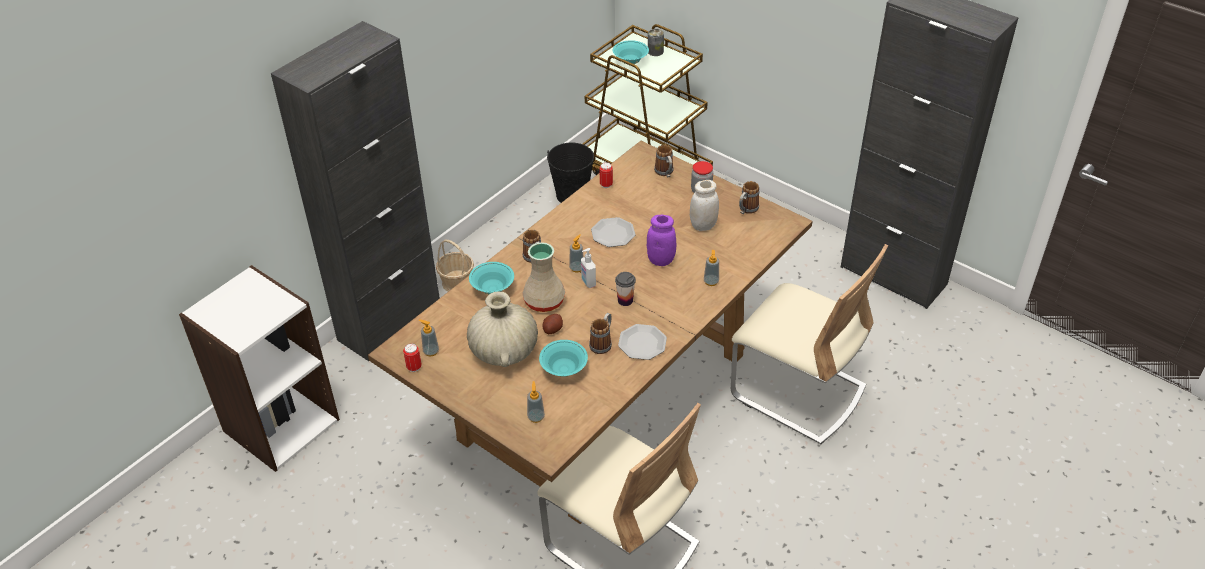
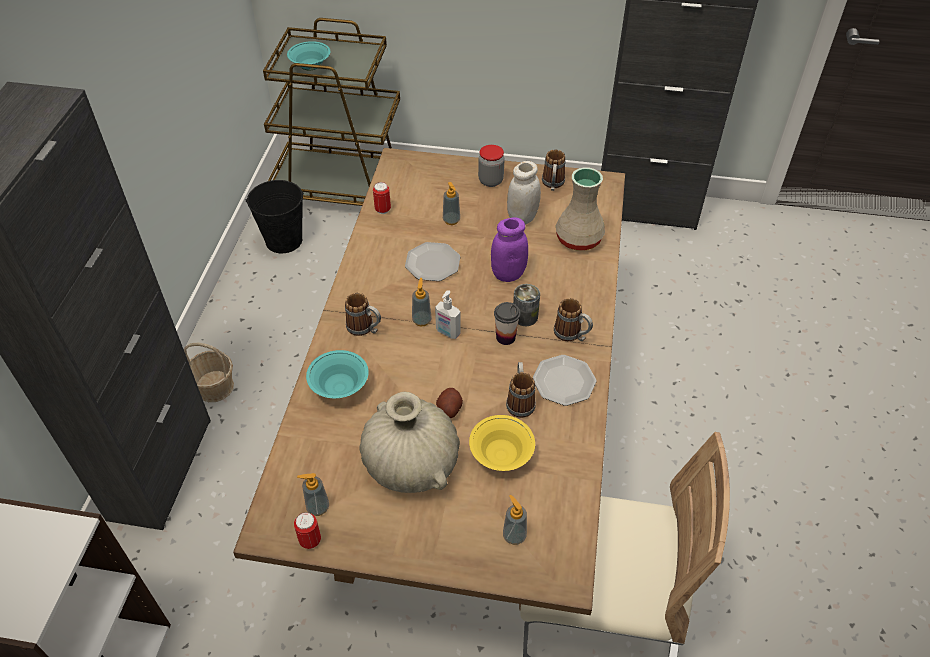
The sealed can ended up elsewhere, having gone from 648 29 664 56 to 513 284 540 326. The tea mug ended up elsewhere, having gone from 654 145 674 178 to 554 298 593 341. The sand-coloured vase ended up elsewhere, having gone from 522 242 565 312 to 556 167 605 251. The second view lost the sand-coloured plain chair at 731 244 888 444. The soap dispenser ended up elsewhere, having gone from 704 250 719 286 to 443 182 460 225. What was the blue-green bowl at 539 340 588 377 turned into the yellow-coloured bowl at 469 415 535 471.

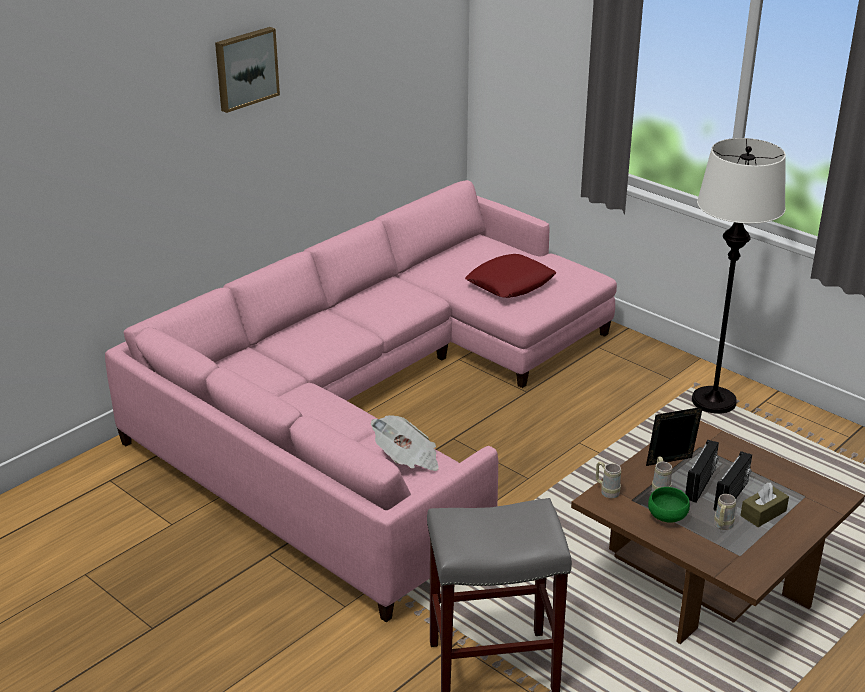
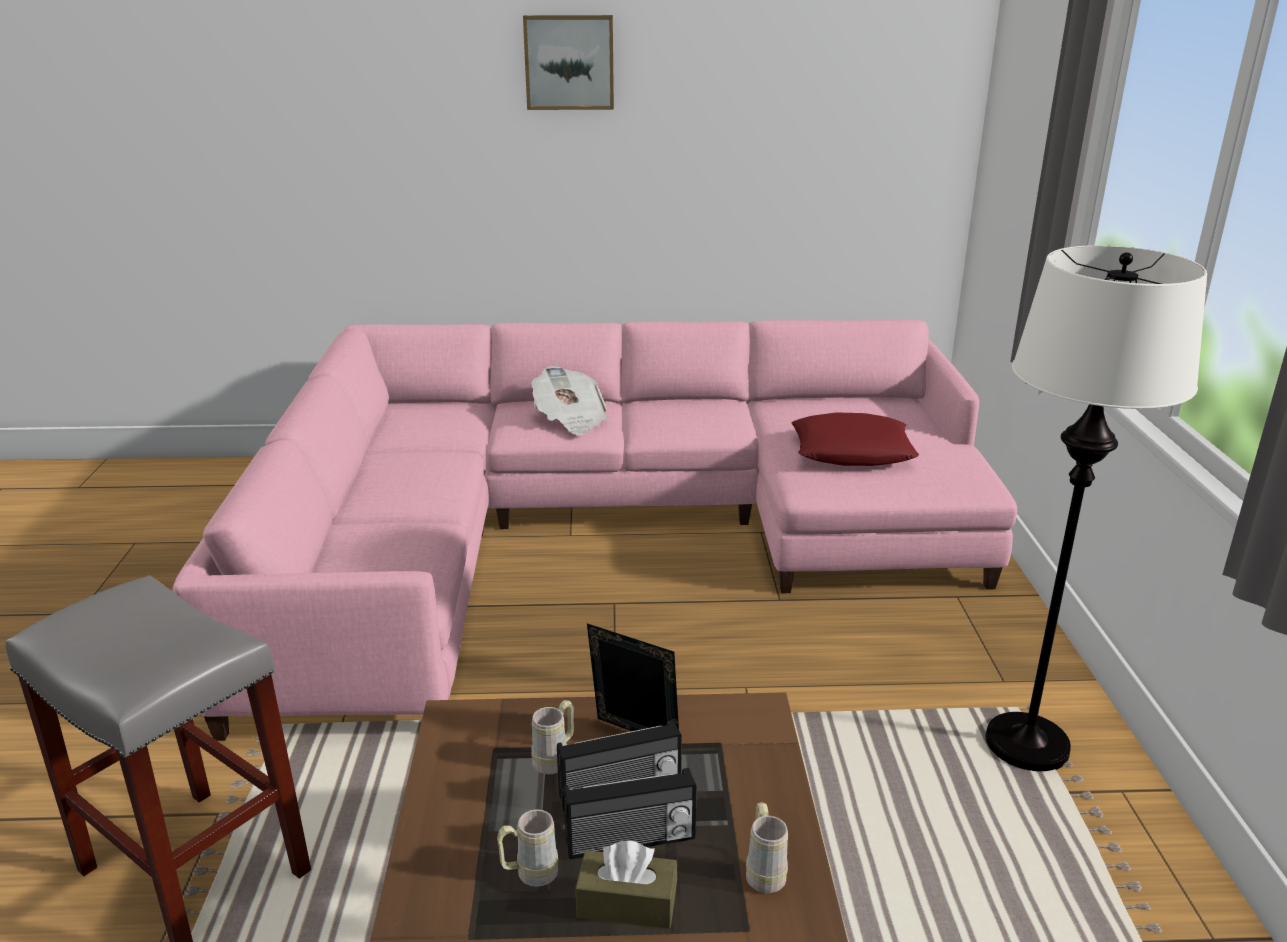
The printed paper ended up elsewhere, having gone from 371 415 439 471 to 531 366 609 436. The sand-coloured tea mug ended up elsewhere, having gone from 596 461 621 498 to 746 802 788 893. The second view lost the green-coloured bowl at 648 487 690 523.

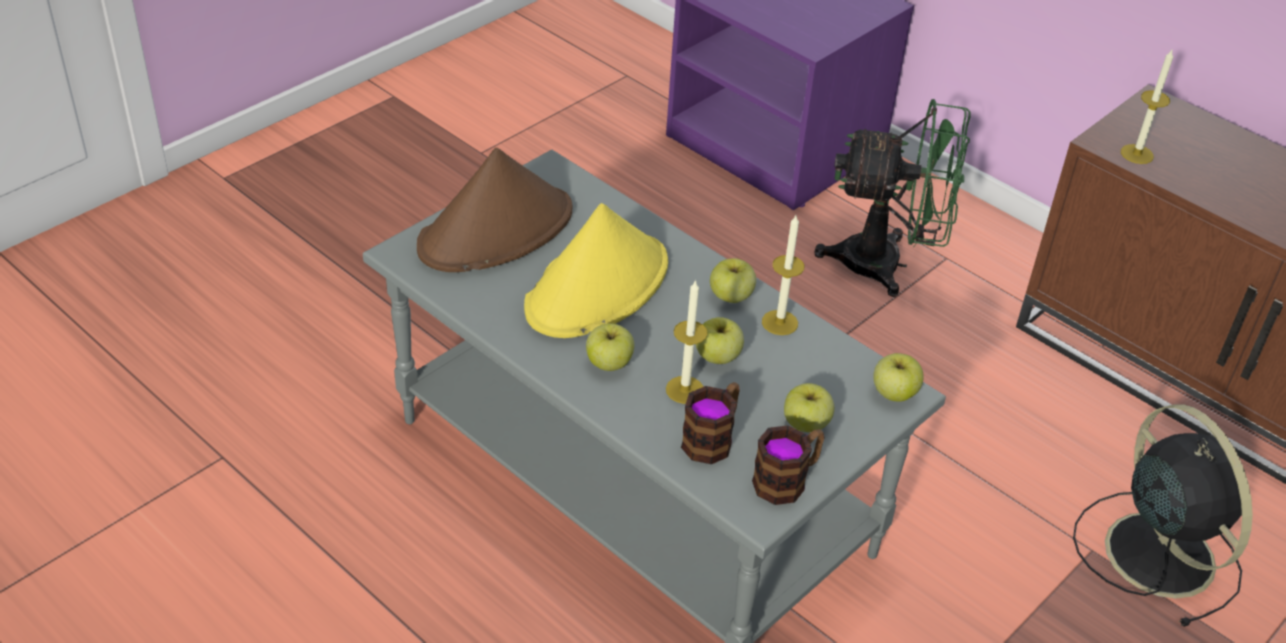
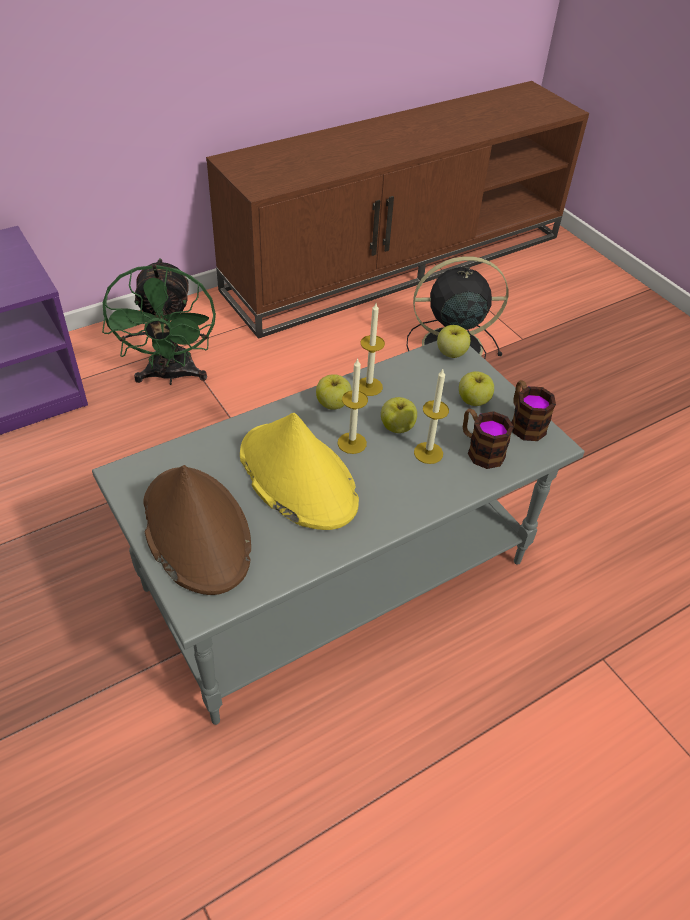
The wax light ended up elsewhere, having gone from 1121 50 1173 164 to 338 359 368 454. The green-coloured electric fan at 814 99 971 297 ended up facing another way, 150 degrees clockwise from before. The second view lost the apple at 586 323 634 371.

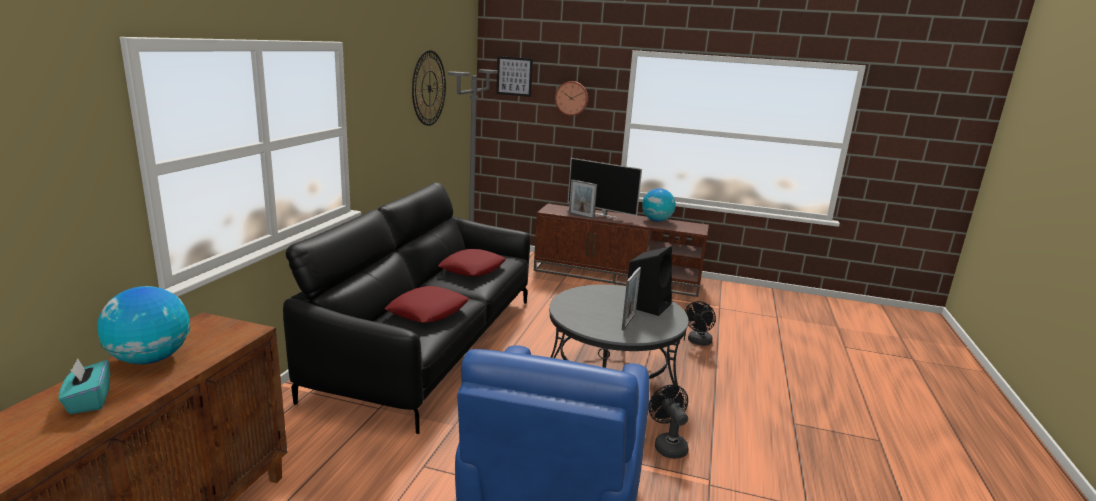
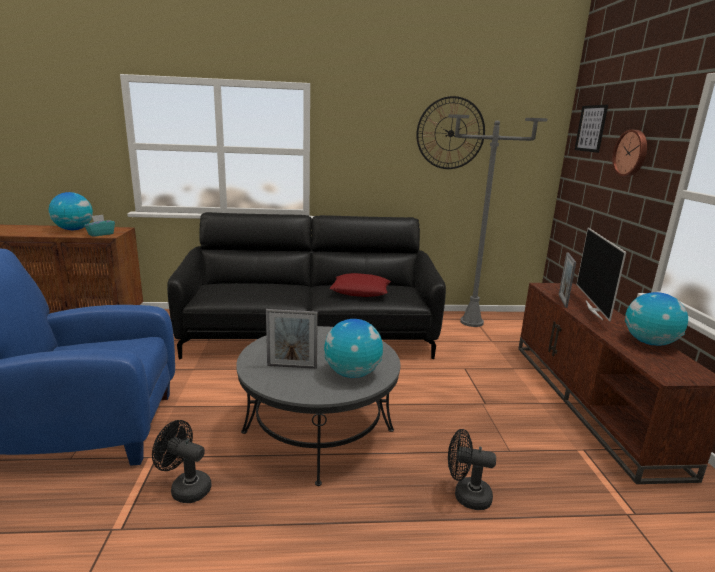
Where the black loudspeaker stood at 628 246 672 316, the globe came to stand at 324 319 383 378. The second view lost the red-coloured throw pillow at 384 286 469 323. The blue-green box of tissues ended up elsewhere, having gone from 59 359 110 414 to 84 215 115 237. The black electric fan at 649 385 689 459 ended up facing another way, 120 degrees counterclockwise from before.

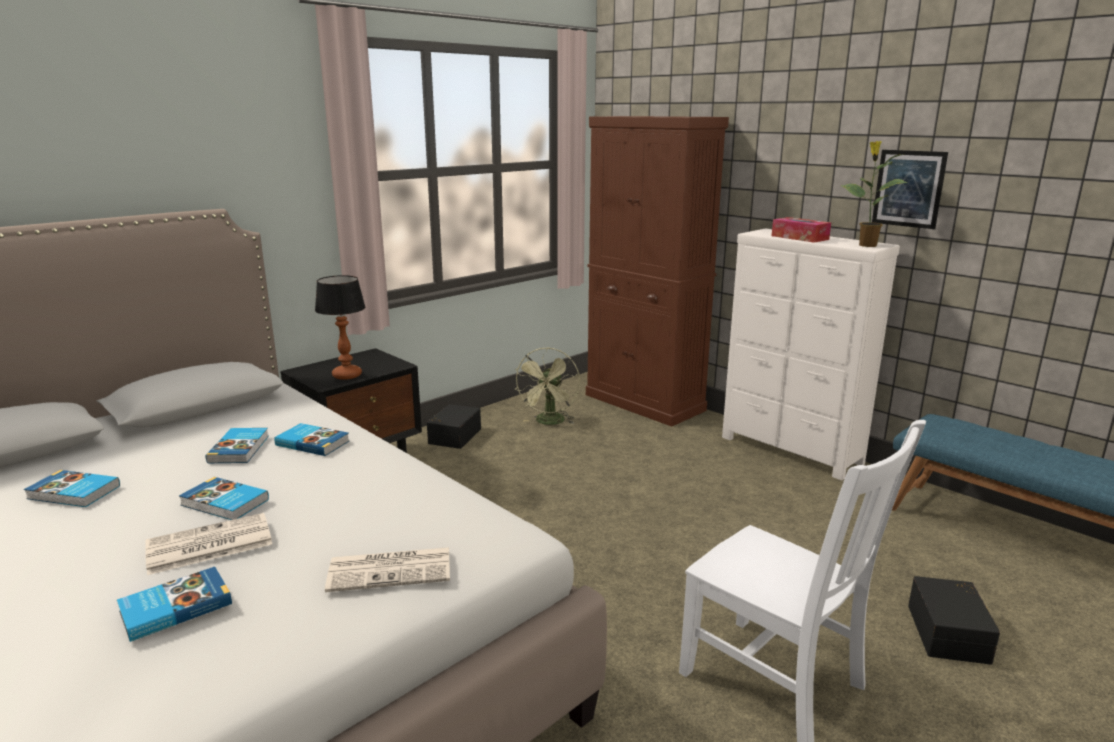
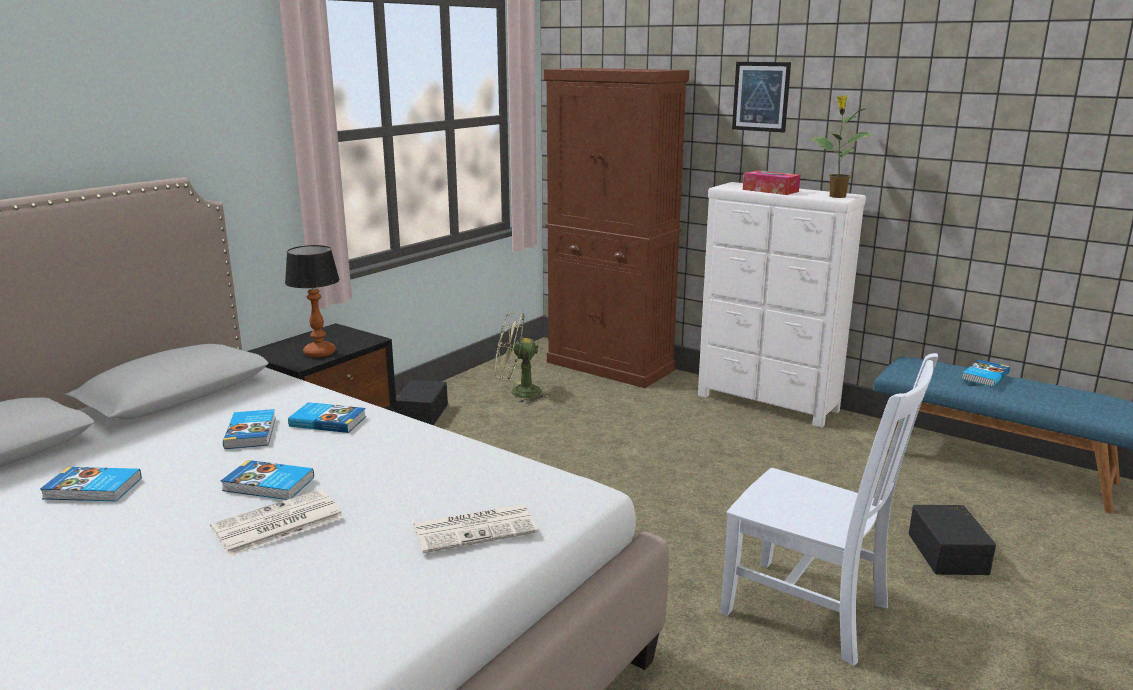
The wall art ended up elsewhere, having gone from 872 150 948 229 to 732 62 791 133. The green-coloured electric fan at 515 347 580 425 ended up facing another way, 90 degrees clockwise from before. The volume ended up elsewhere, having gone from 117 567 232 642 to 962 360 1010 387.

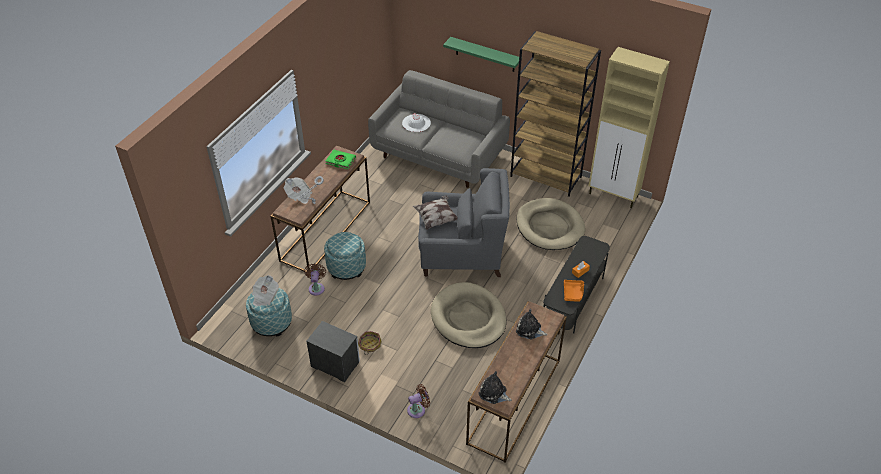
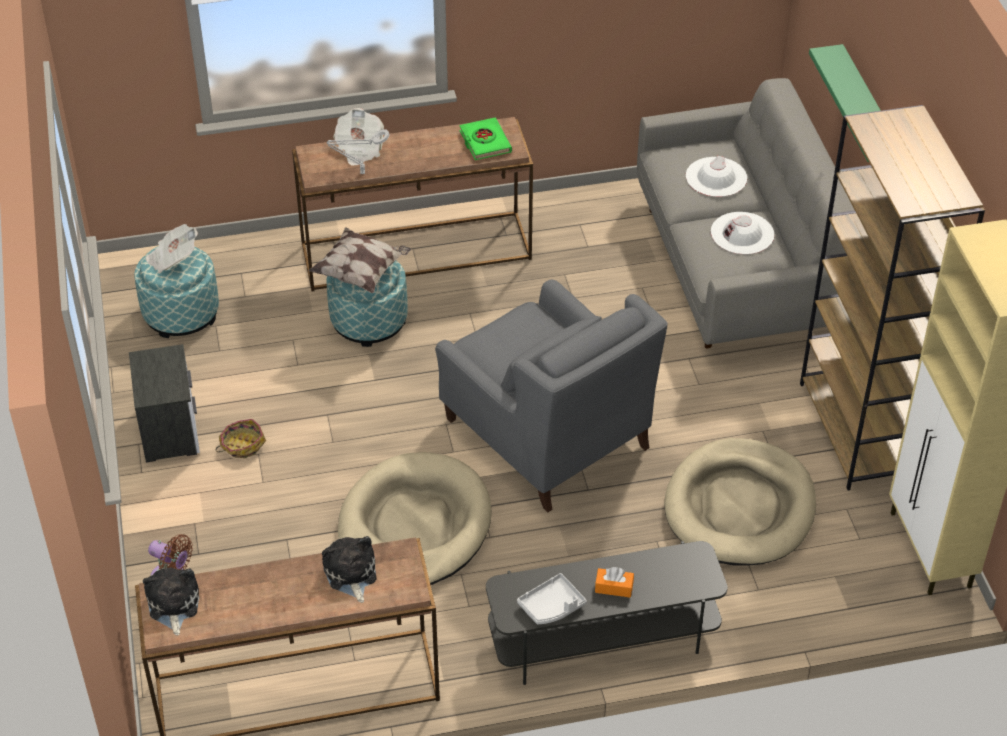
The throw pillow ended up elsewhere, having gone from 413 195 458 230 to 309 227 411 293. The second view lost the brown electric fan at 304 263 326 296. What was the orange serving tray at 564 280 584 302 turned into the gray serving tray at 517 573 587 624. The second view gained the white wearable hat at 711 212 774 254.

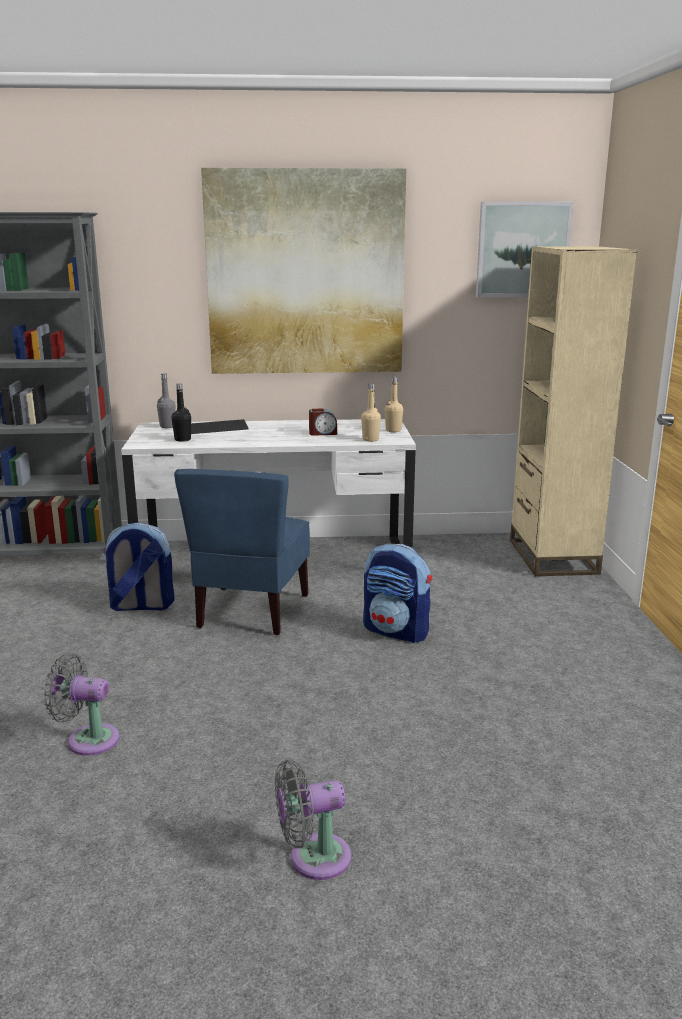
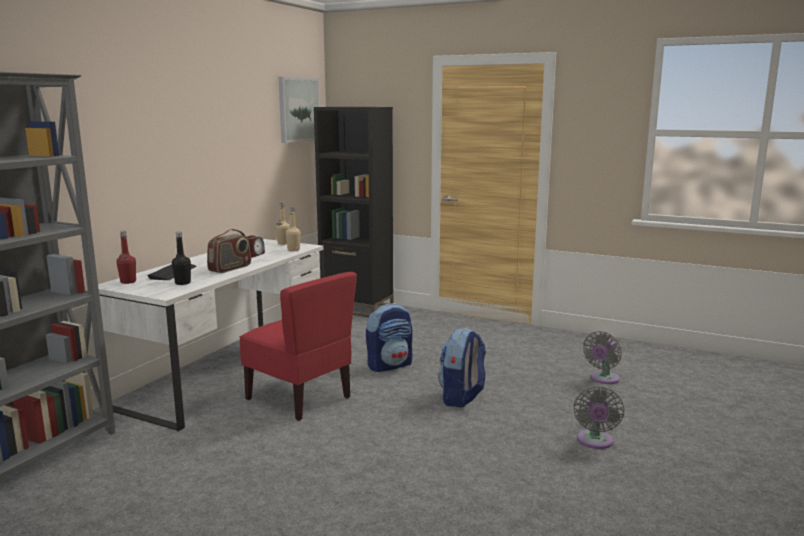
The second view lost the wall art at 201 168 406 374. What was the sand-coloured bookcase at 510 246 637 576 turned into the black bookcase at 314 107 394 317. What was the gray beverage bottle at 157 373 176 428 turned into the red-coloured beverage bottle at 116 231 136 284. What was the blue-coloured plain chair at 174 469 310 635 turned into the red-coloured plain chair at 239 272 357 421. The rucksack ended up elsewhere, having gone from 102 522 175 611 to 438 328 486 407. The gray electric fan ended up elsewhere, having gone from 44 653 119 756 to 583 331 622 384. The second view gained the radio receiver at 207 229 251 273.

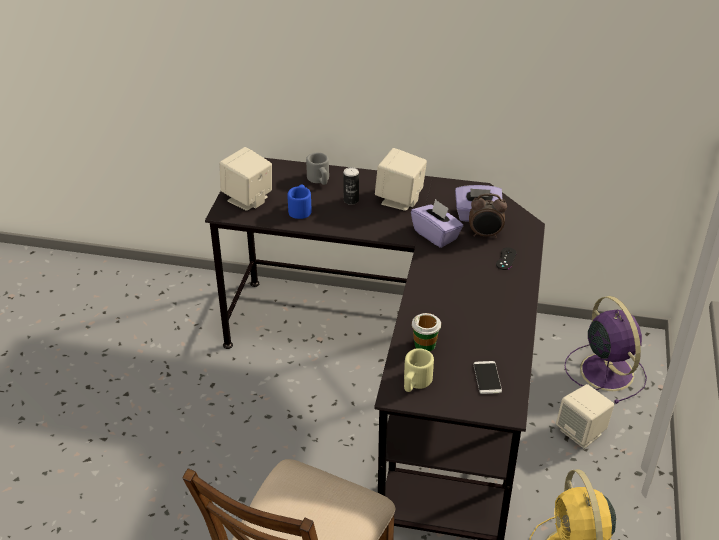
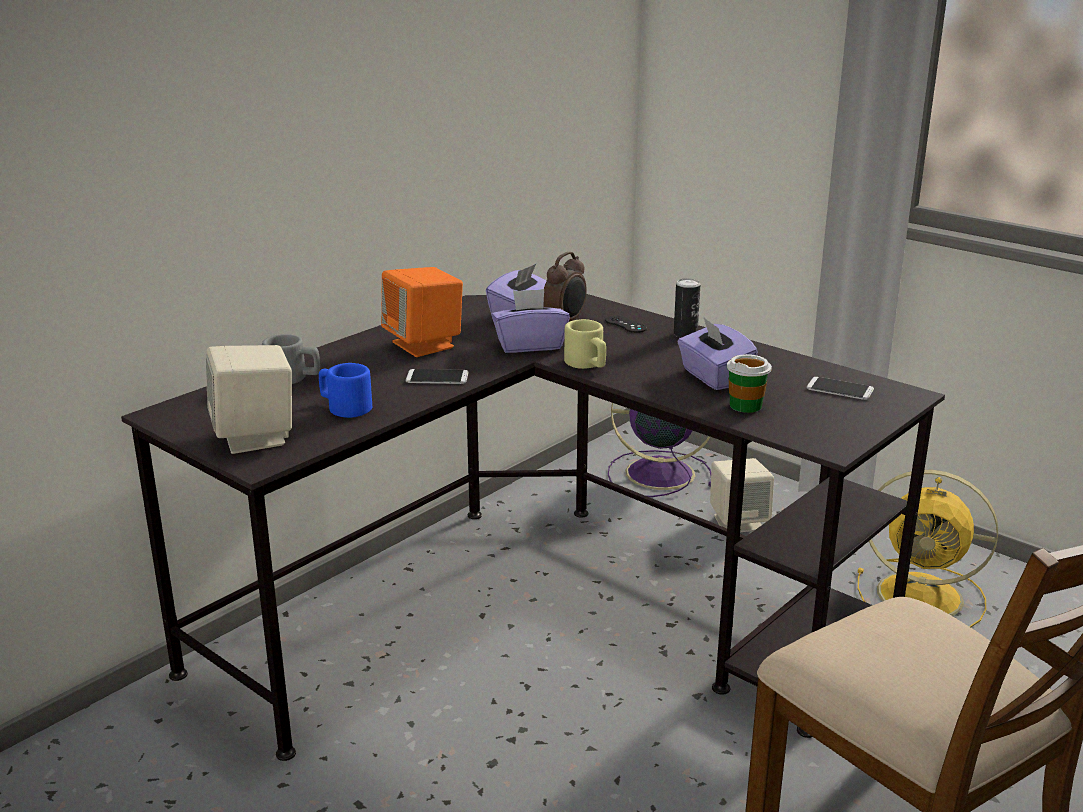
What was the sand-coloured loudspeaker at 375 148 427 211 turned into the orange loudspeaker at 381 267 463 357. The sealed can ended up elsewhere, having gone from 343 167 359 205 to 674 278 701 338. The sand-coloured tea mug ended up elsewhere, having gone from 404 348 434 392 to 564 319 606 369. The second view gained the purple-coloured box of tissues at 678 318 758 390. The second view gained the handset at 406 369 469 384.

